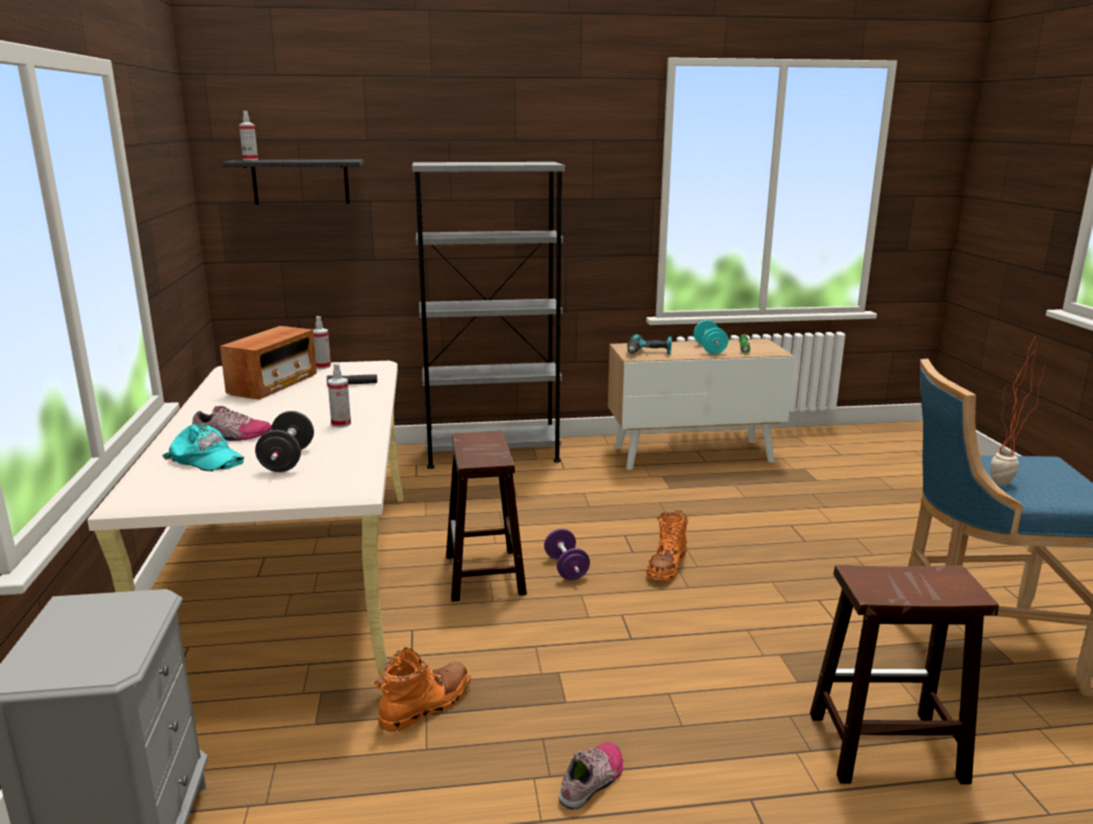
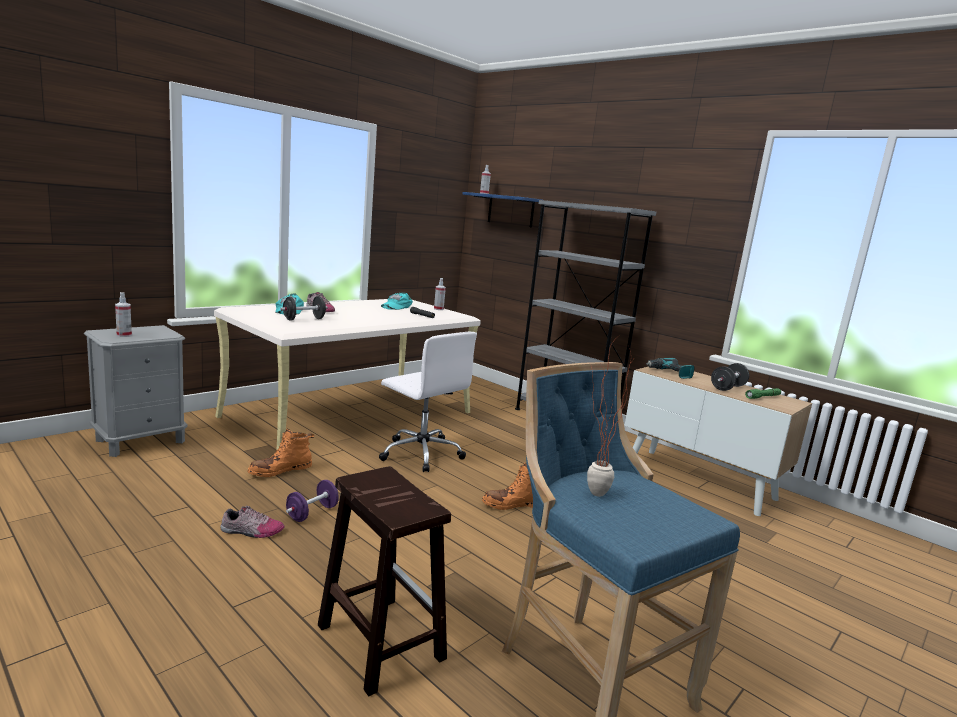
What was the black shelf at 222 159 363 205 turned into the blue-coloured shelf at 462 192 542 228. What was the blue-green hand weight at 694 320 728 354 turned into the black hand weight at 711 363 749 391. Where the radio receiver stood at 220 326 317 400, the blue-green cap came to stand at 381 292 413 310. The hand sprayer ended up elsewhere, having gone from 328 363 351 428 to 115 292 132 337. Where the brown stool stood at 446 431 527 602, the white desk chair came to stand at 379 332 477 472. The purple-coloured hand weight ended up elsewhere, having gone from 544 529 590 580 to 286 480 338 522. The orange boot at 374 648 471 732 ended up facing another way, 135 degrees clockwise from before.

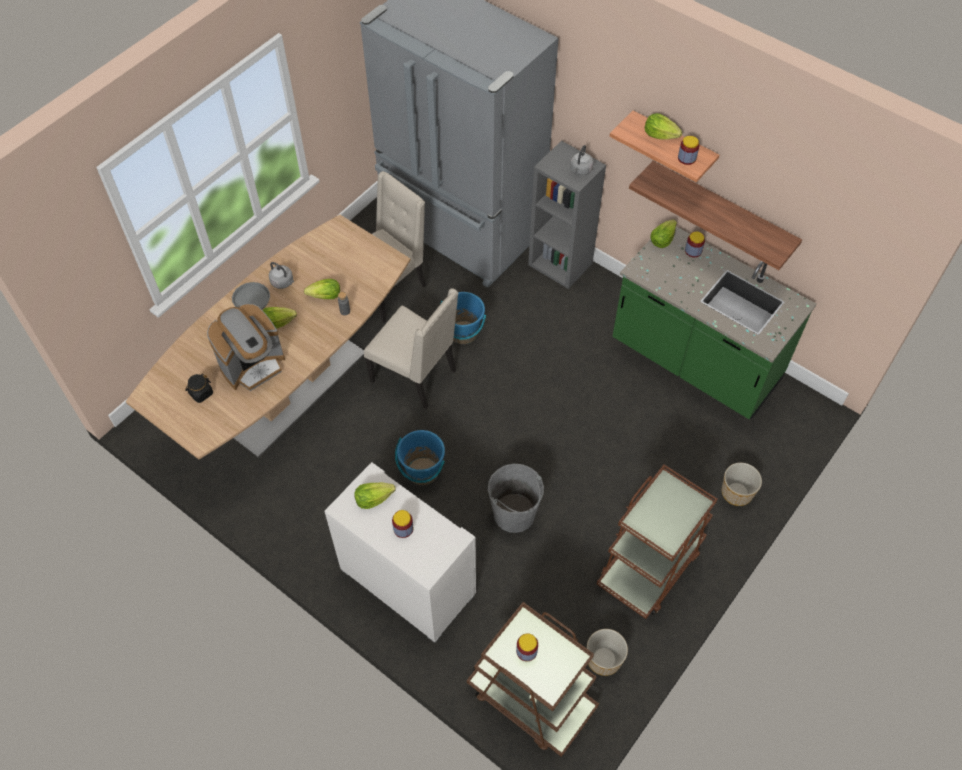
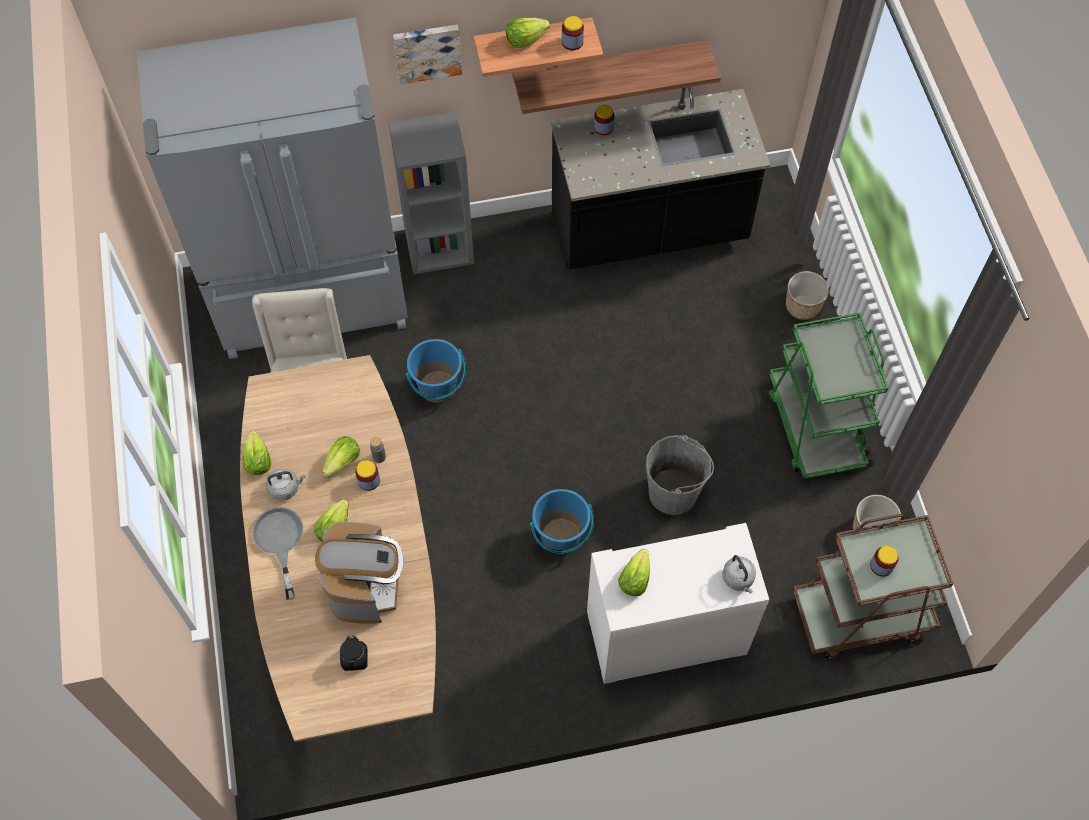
The gray kettle ended up elsewhere, having gone from 570 145 594 175 to 722 555 756 594. The lettuce head ended up elsewhere, having gone from 651 220 677 248 to 243 431 271 475. What was the green-coloured kitchen counter at 612 227 817 419 turned into the black kitchen counter at 551 87 770 270. The second view lost the sand-coloured plain chair at 364 288 458 409. What was the brown wheeled cart at 597 465 717 619 turned into the green-coloured wheeled cart at 769 313 888 479. The preserve jar ended up elsewhere, having gone from 392 510 413 538 to 355 460 380 491. The second view gained the wall art at 393 25 462 84.

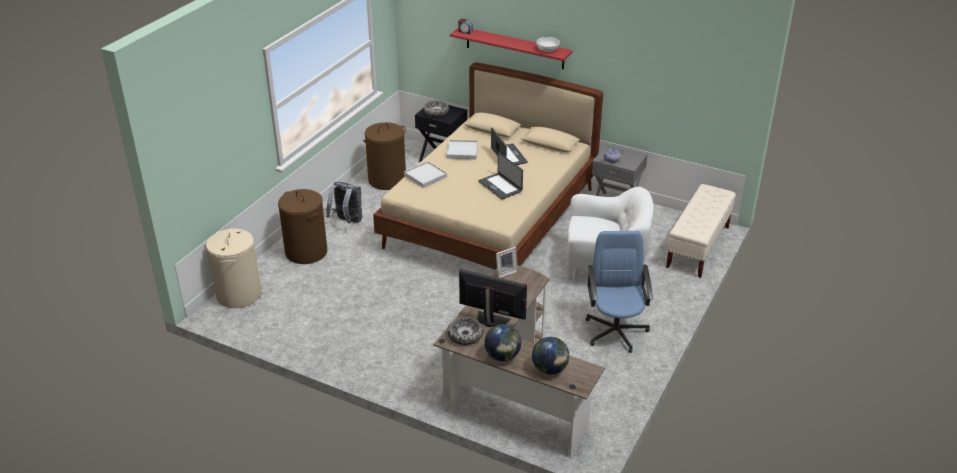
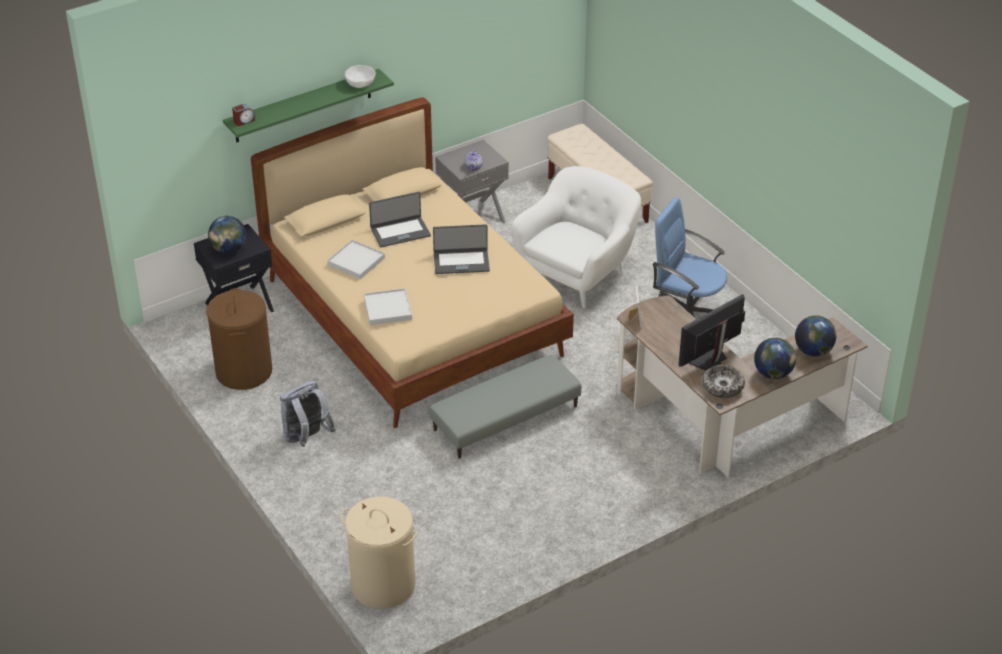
What was the red-coloured shelf at 450 28 573 69 turned into the green-coloured shelf at 223 69 394 142. Where the bowl stood at 423 100 449 117, the globe came to stand at 208 216 246 254. The notebook computer at 491 128 528 165 ended up facing another way, 150 degrees clockwise from before. The second view lost the brown washing basket at 278 189 327 264. The second view gained the gray ottoman at 429 355 581 459.

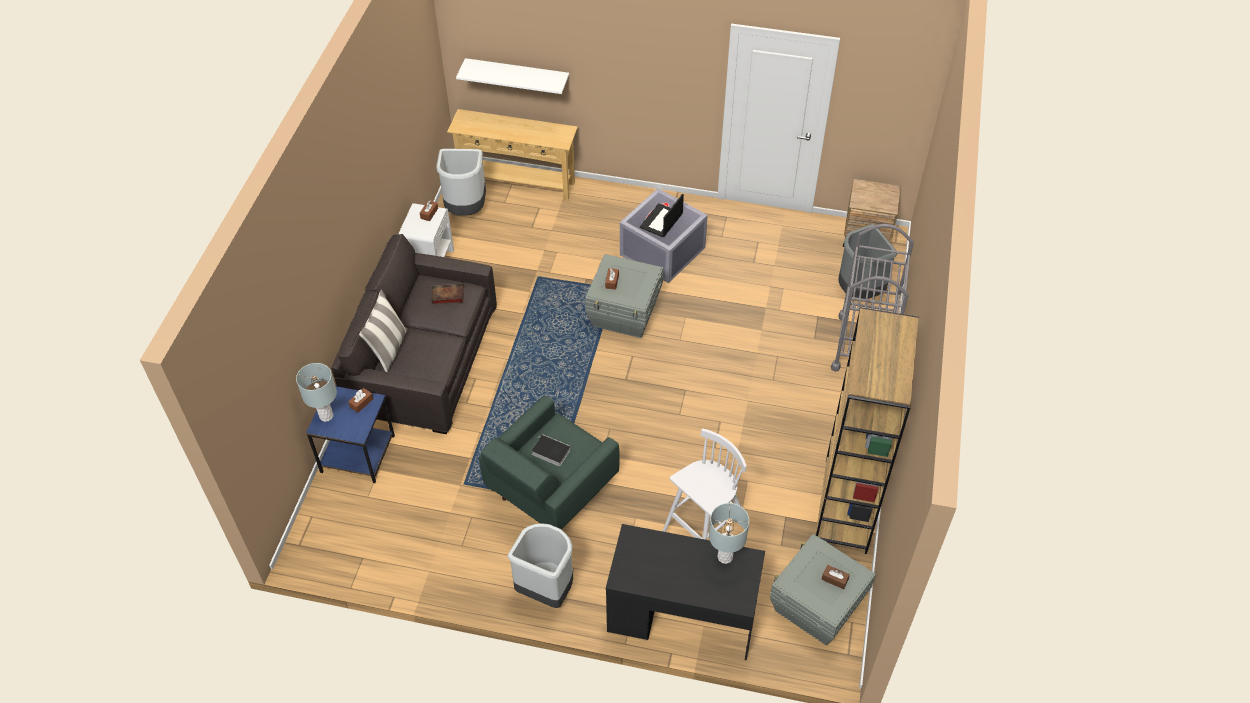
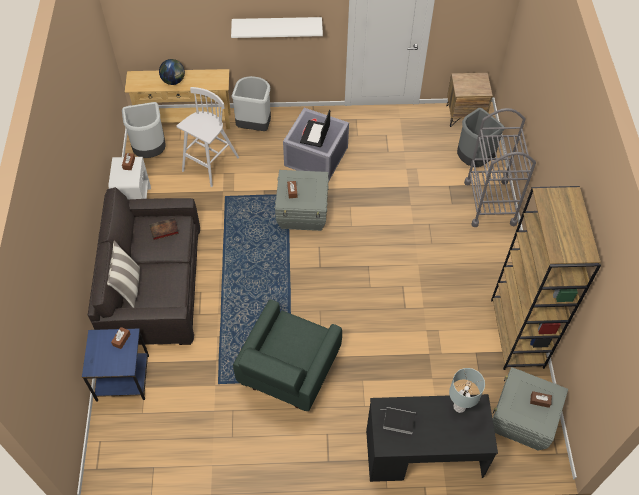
The white shelf ended up elsewhere, having gone from 456 58 569 94 to 231 17 323 38. The second view lost the gray lamp for a table at 296 363 337 422. The white stool ended up elsewhere, having gone from 663 428 749 540 to 177 87 239 187. The volume ended up elsewhere, having gone from 532 434 571 466 to 383 407 416 434. The gray trash can ended up elsewhere, having gone from 508 523 573 608 to 231 76 271 131. The second view gained the globe at 159 59 185 85.

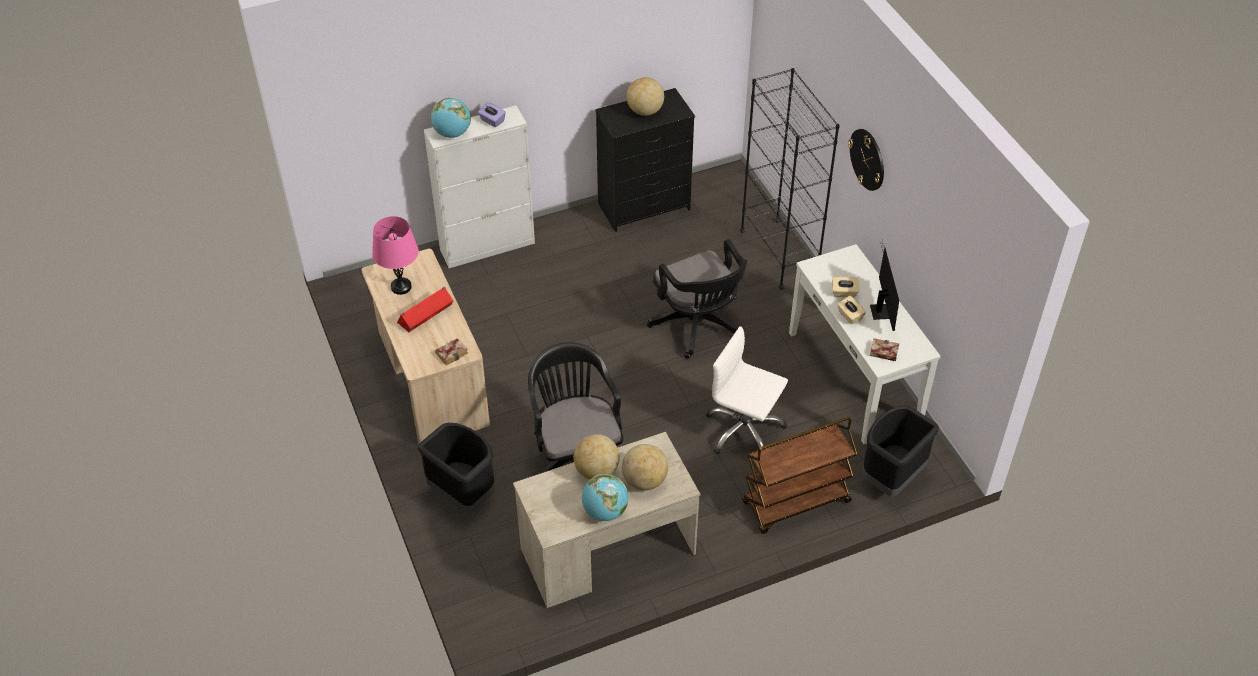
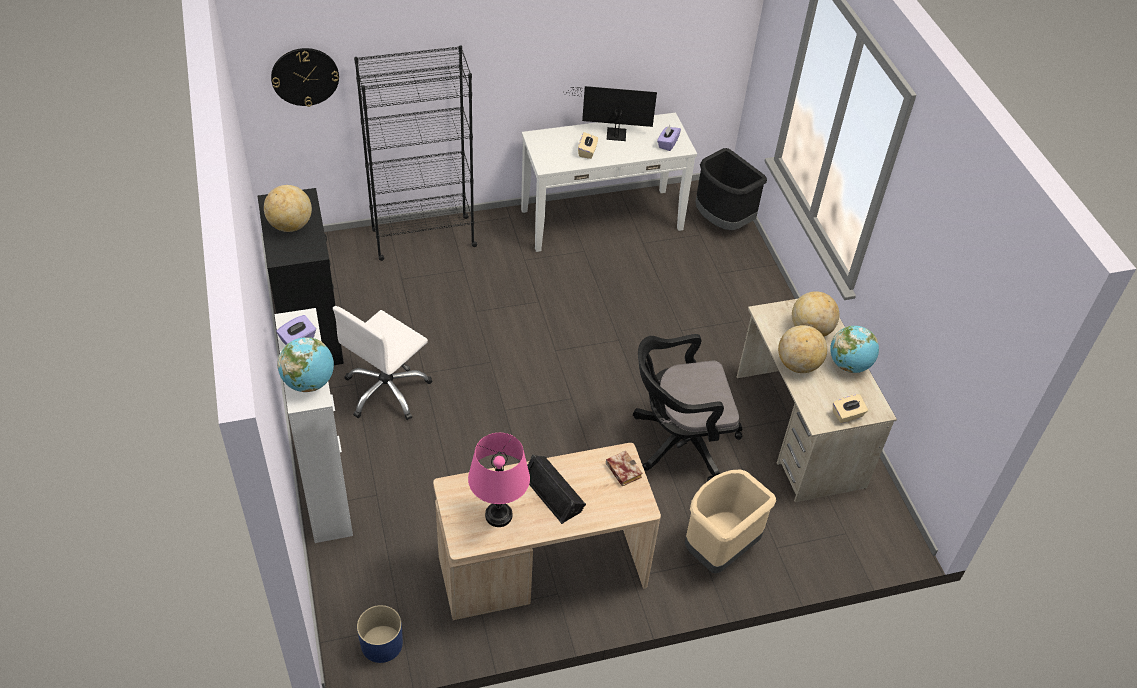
The hanging clock ended up elsewhere, having gone from 848 129 884 191 to 271 48 339 107. The second view lost the black desk chair at 647 239 747 359. What was the red-coloured loudspeaker at 397 286 453 332 turned into the black loudspeaker at 527 455 586 524. The sand-coloured box of tissues ended up elsewhere, having gone from 837 296 866 324 to 833 394 868 423. The white desk chair ended up elsewhere, having gone from 706 326 788 454 to 333 306 432 420. Where the volume stood at 870 338 899 361, the purple-coloured box of tissues came to stand at 657 125 681 151. The second view lost the brown wheeled cart at 742 417 857 534. What was the black trash can at 418 423 495 513 turned into the sand-coloured trash can at 685 470 776 573. The second view gained the blue-coloured planter at 357 605 403 663.

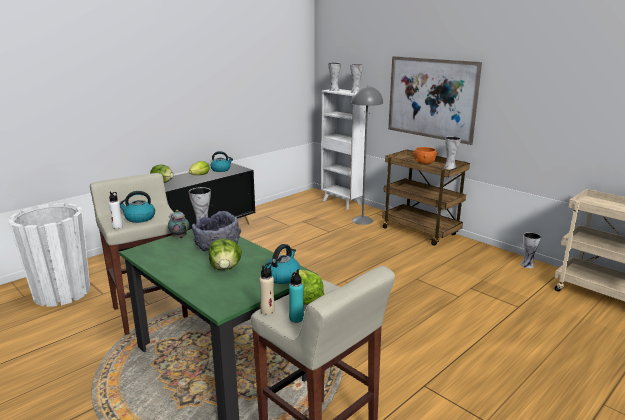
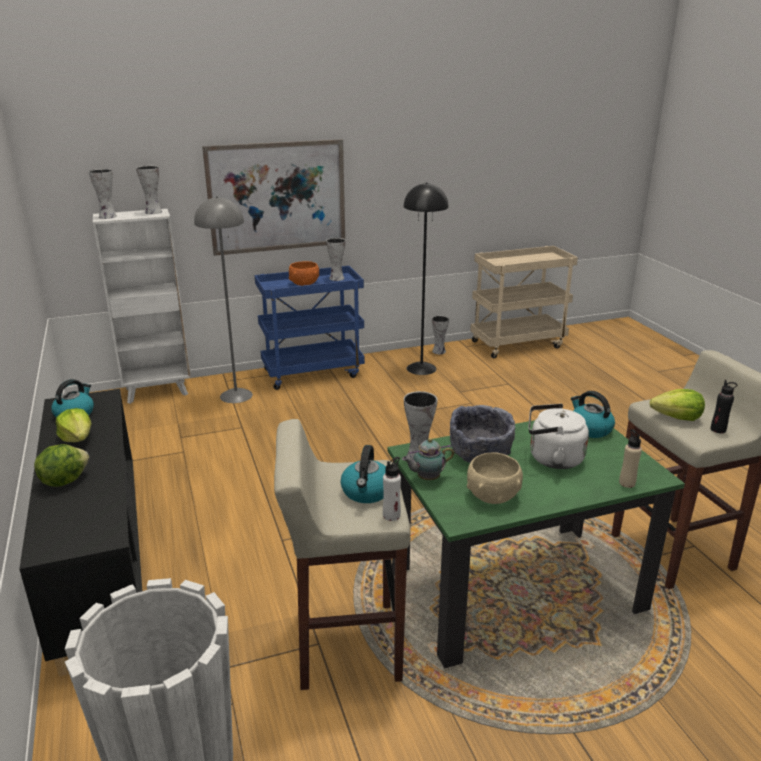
What was the brown wheeled cart at 382 150 470 246 turned into the blue-coloured wheeled cart at 255 266 365 390. Where the lettuce head stood at 209 239 242 270, the white kettle came to stand at 528 403 589 469. The sand-coloured beverage bottle ended up elsewhere, having gone from 259 262 275 315 to 619 429 642 488. What was the blue-green beverage bottle at 289 269 304 323 turned into the black beverage bottle at 710 380 737 433. The second view gained the black standard lamp at 404 182 448 375. The second view gained the sand-coloured bowl at 467 453 523 504.

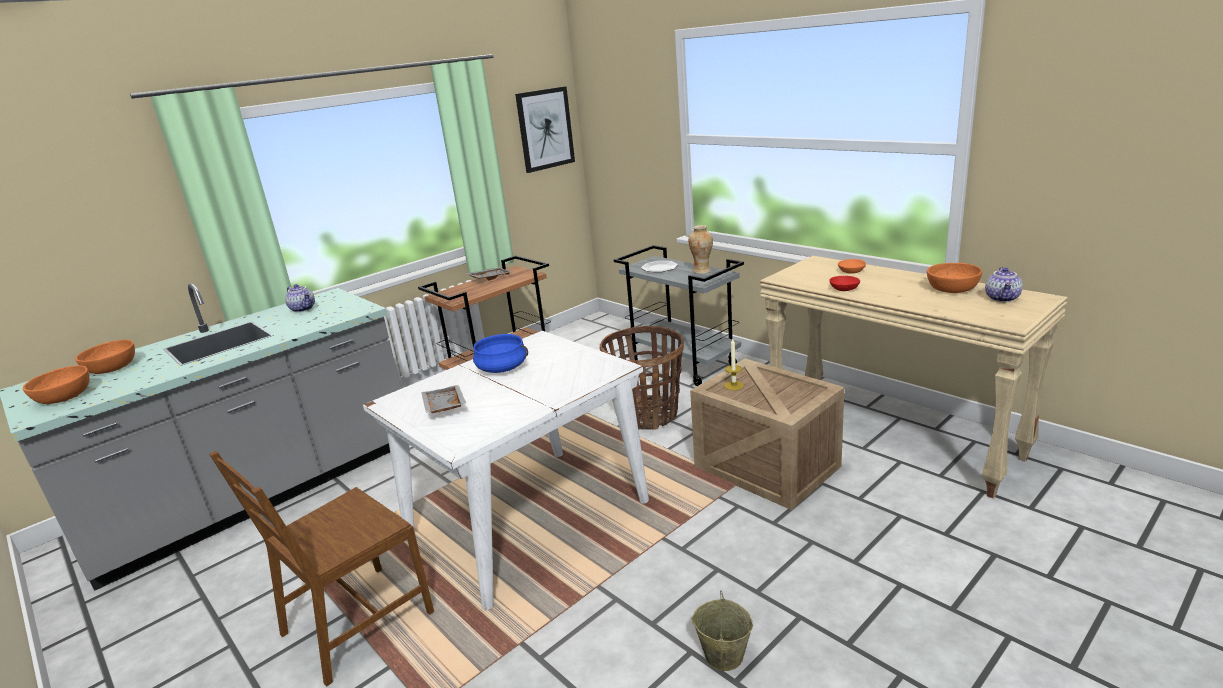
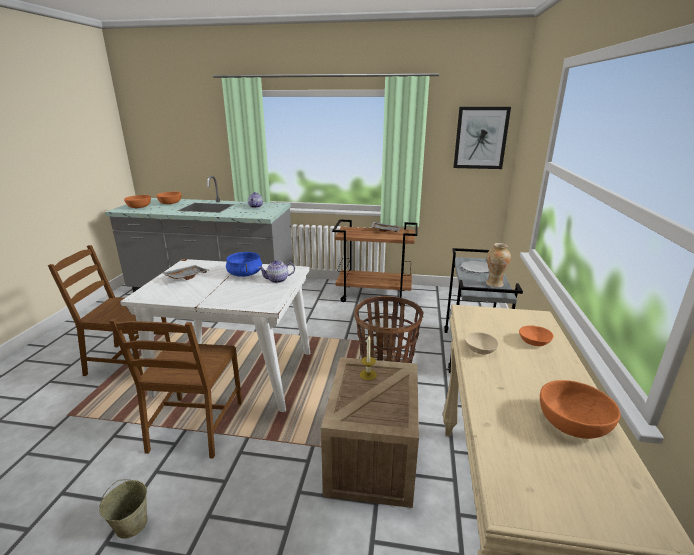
The teapot ended up elsewhere, having gone from 985 267 1023 302 to 258 260 295 283. What was the red-coloured bowl at 829 276 860 291 turned into the sand-coloured bowl at 465 332 498 354. The second view gained the brown plain chair at 109 319 242 459.

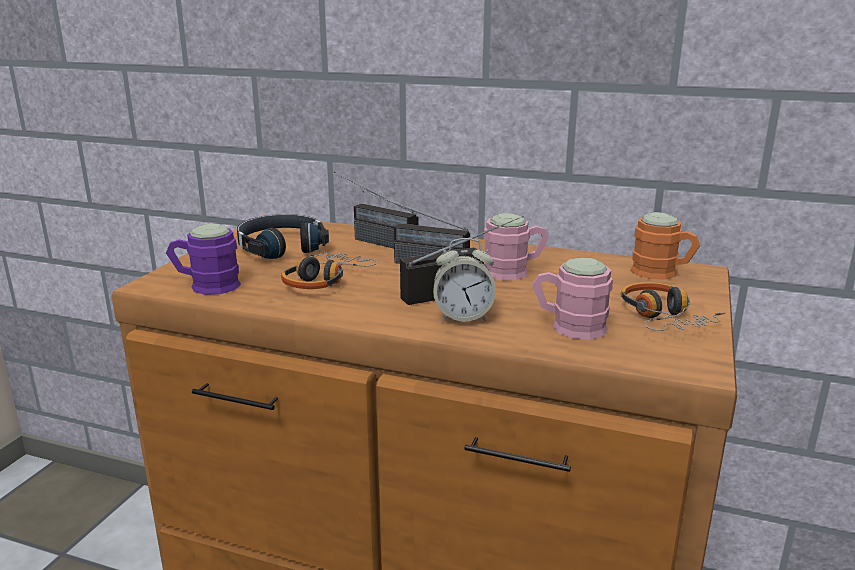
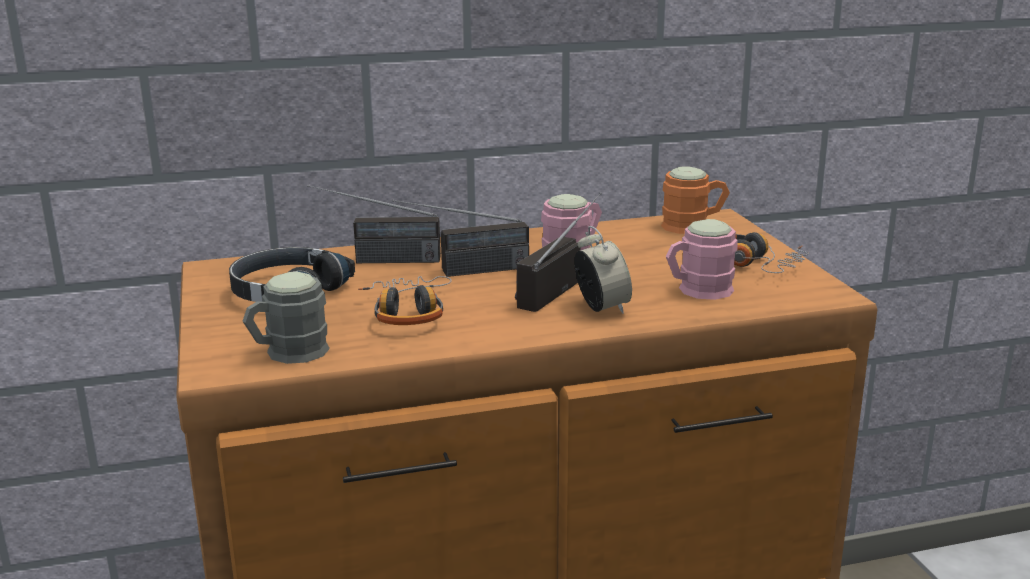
What was the purple-coloured tea mug at 166 224 241 295 turned into the gray tea mug at 243 272 330 364. The bedside clock at 433 238 496 322 ended up facing another way, 75 degrees counterclockwise from before.

